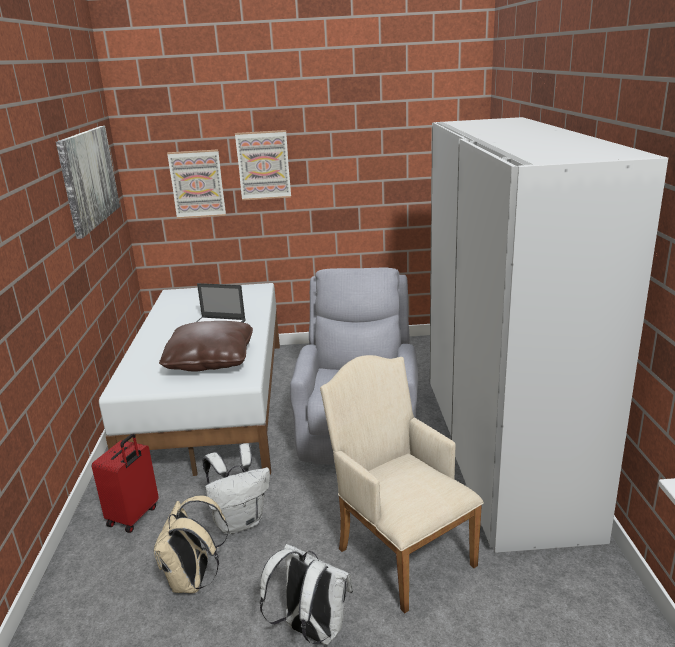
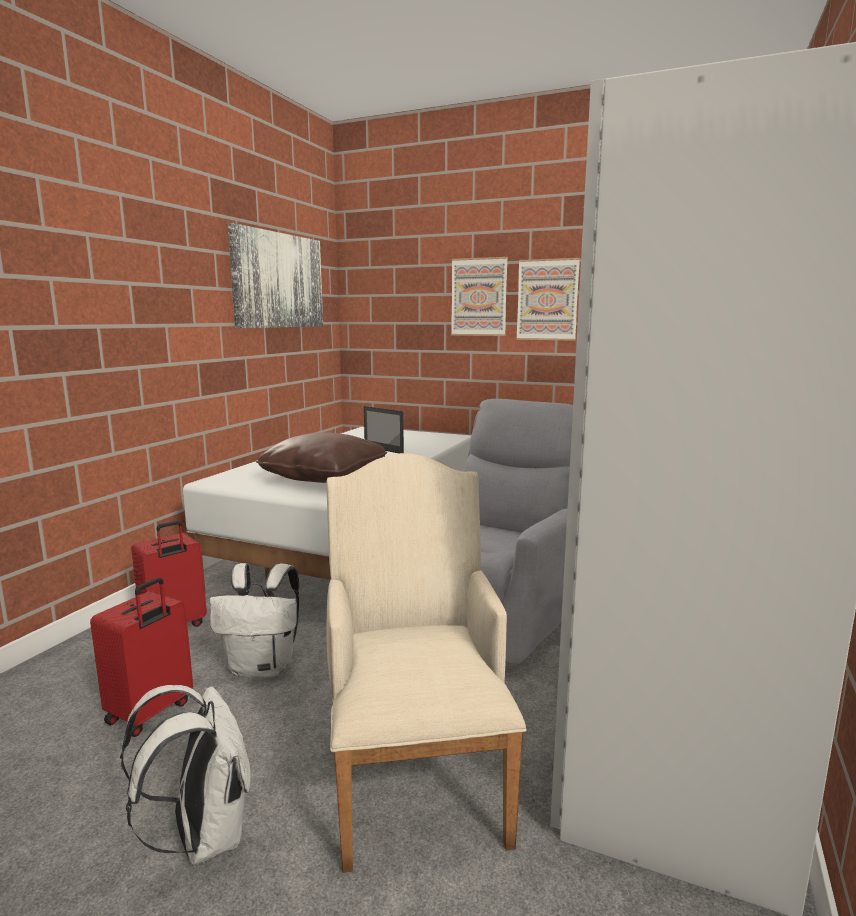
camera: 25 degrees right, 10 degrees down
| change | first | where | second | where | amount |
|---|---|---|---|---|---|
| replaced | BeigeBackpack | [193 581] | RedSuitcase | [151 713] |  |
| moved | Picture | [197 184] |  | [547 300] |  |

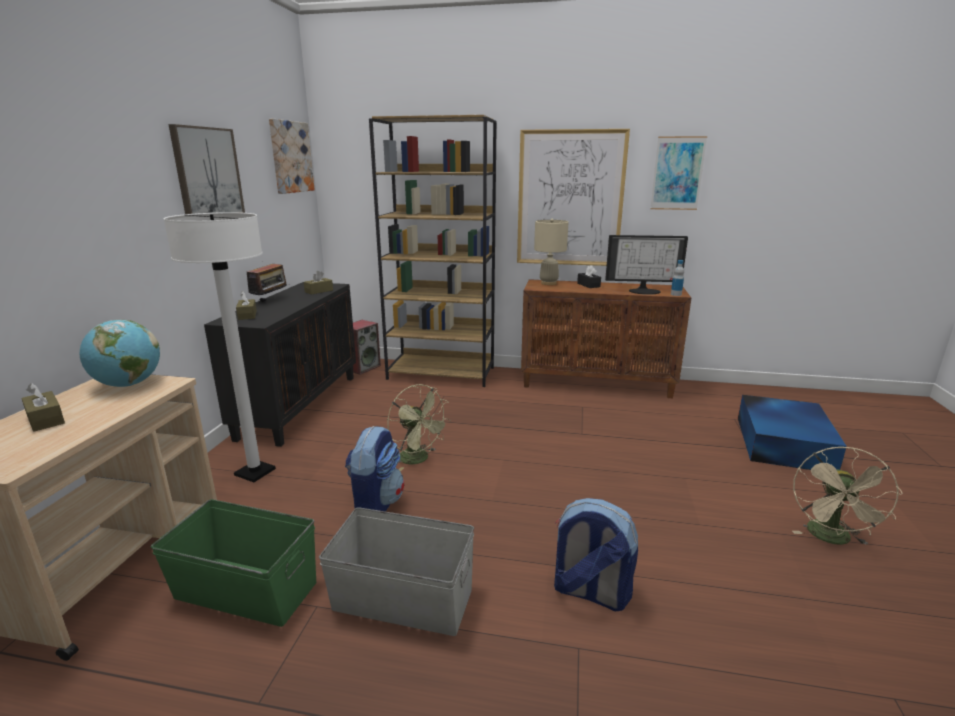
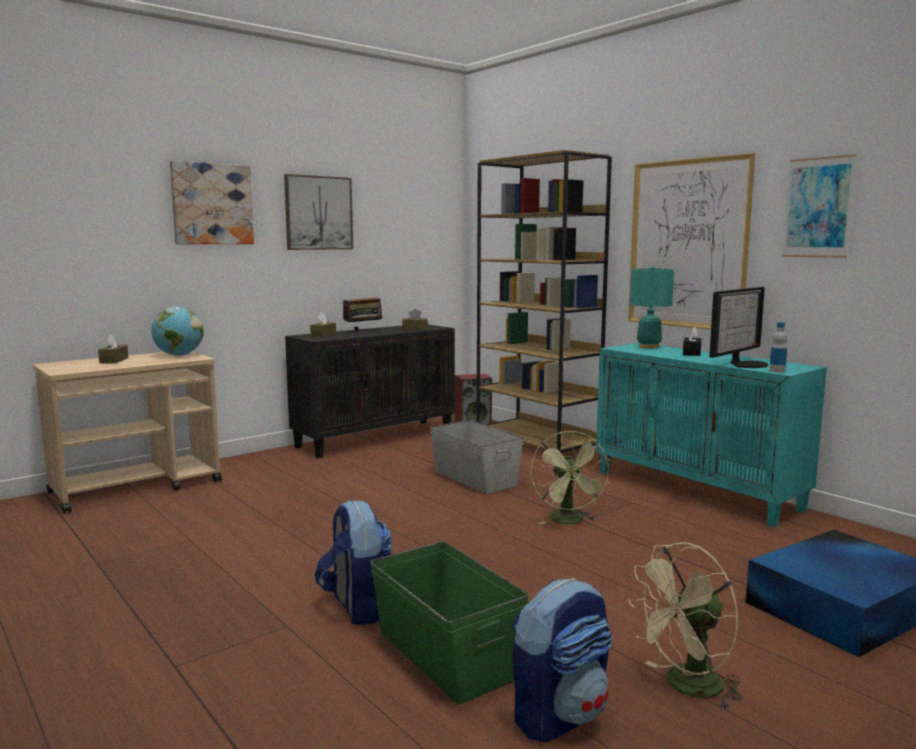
camera: 40 degrees right, 10 degrees down
| change | first | where | second | where | amount |
|---|---|---|---|---|---|
| moved | GreenStorageBox | [246 589] |  | [446 653] |  |
| removed | WhiteFloorLamp | [255 472] |  |  |  |
| moved | Picture | [290 157] |  | [212 204] |  |
| moved | GreyStorageBox | [402 598] |  | [475 478] |  |
| moved | Backpack | [376 504] |  | [560 715] |  |
| moved | GreenFan | [419 459] |  | [569 522] |  |
| recoloured | BrownCabinet | [597 383] | TurquoiseCabinet | [697 490] |  |
| recoloured | BeigeTableLamp | [548 283] | TurquoiseTableLamp | [648 347] |  |
| turned | Monitor | [644 291] |  | [745 364] | 90 degrees counterclockwise |

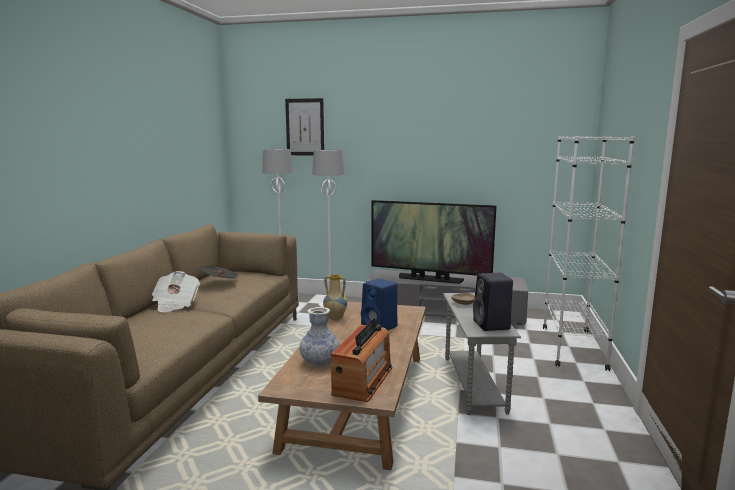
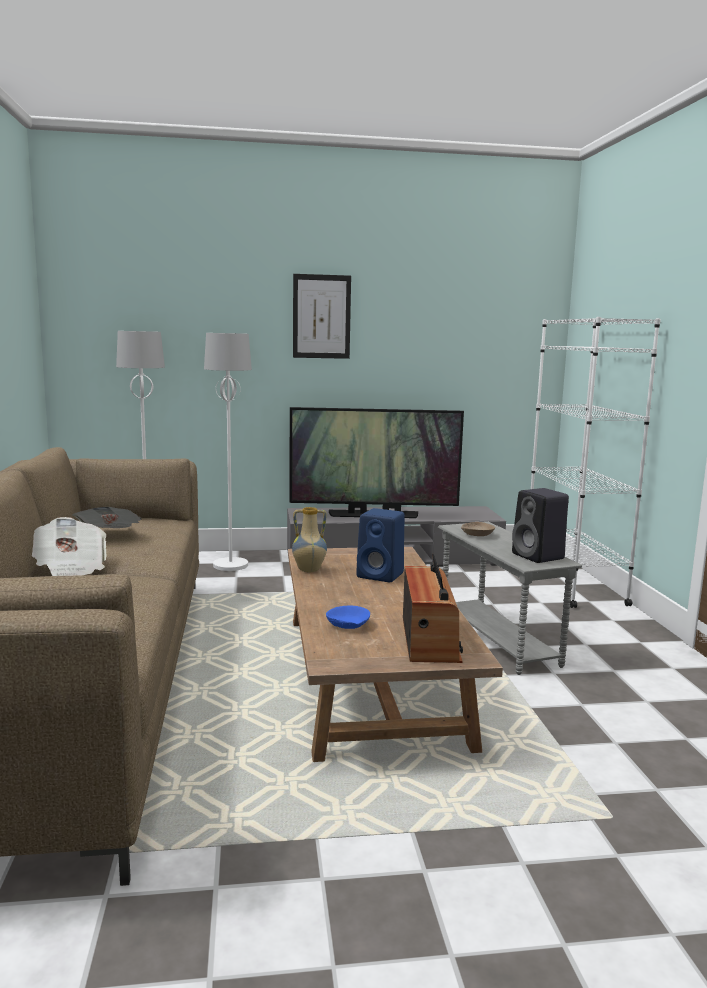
camera: 20 degrees left, 0 degrees up
| change | first | where | second | where | amount |
|---|---|---|---|---|---|
| moved | Picture | [305 127] |  | [321 316] |  |
| replaced | Vase | [319 362] | BlueBowl | [348 625] |  |

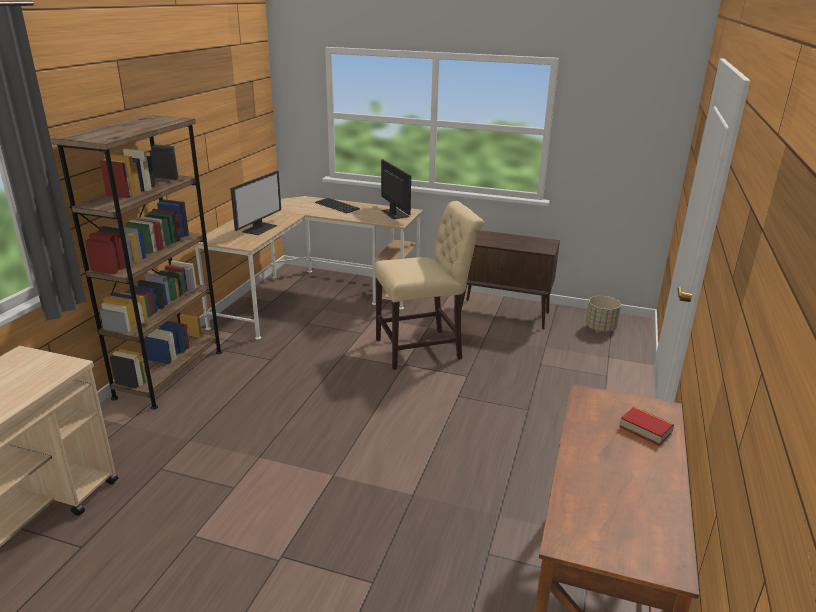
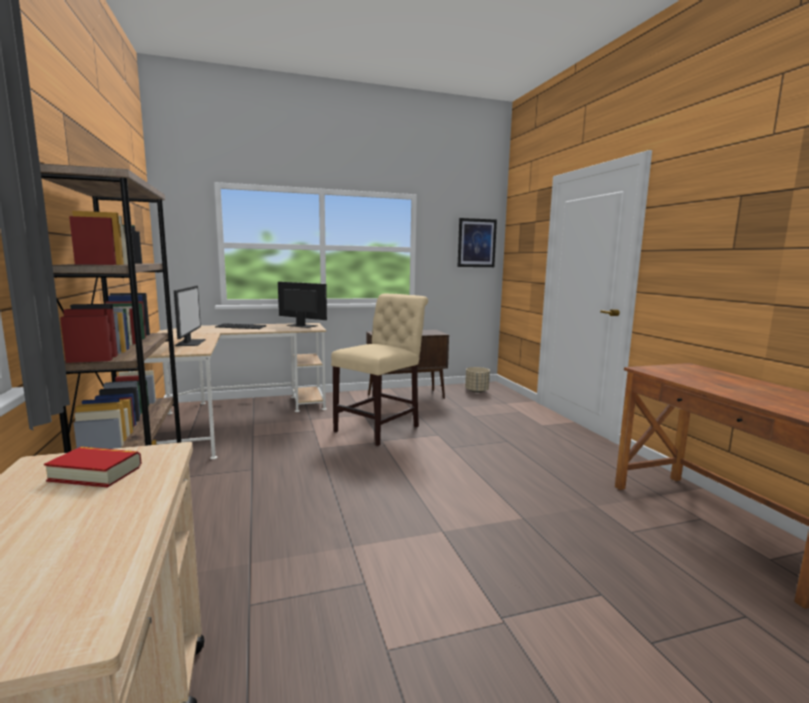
camera: 35 degrees left, 15 degrees down
| change | first | where | second | where | amount |
|---|---|---|---|---|---|
| moved | Book | [645 429] |  | [95 473] |  |
| added |  |  | Picture | [476 243] |  |

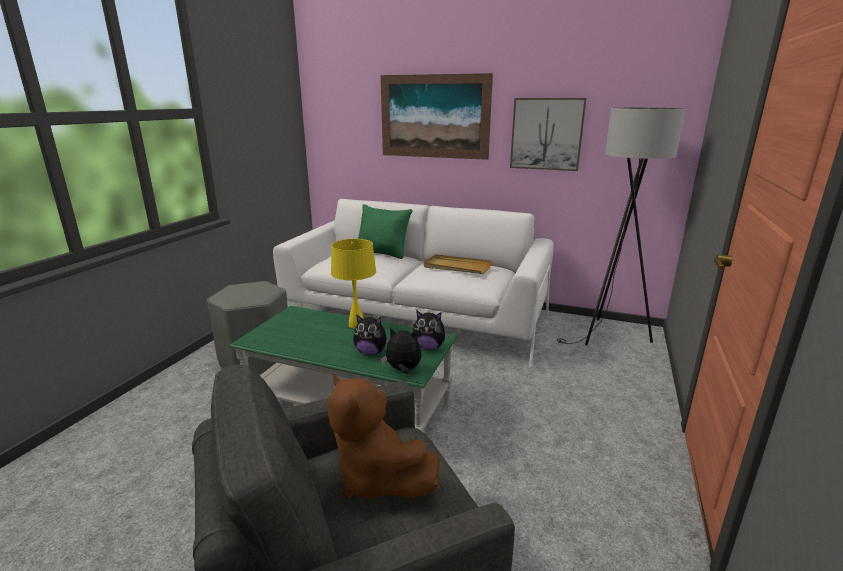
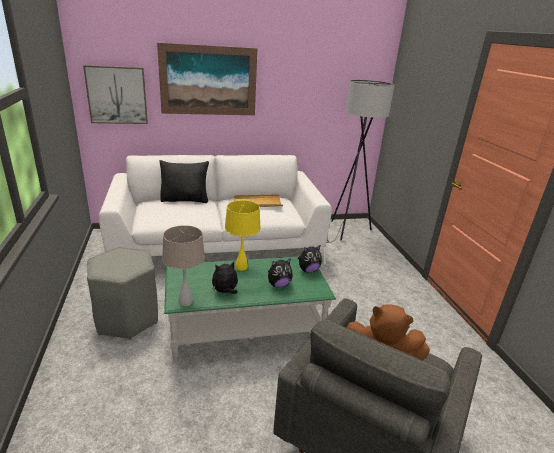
camera: 35 degrees left, 5 degrees up
| change | first | where | second | where | amount |
|---|---|---|---|---|---|
| recoloured | GreenPillow | [383 253] | BlackPillow | [185 200] |  |
| moved | PlushToy | [403 370] |  | [225 292] |  |
| moved | Picture | [546 134] |  | [117 95] |  |
| added |  |  | BeigeTableLamp | [185 301] |  |

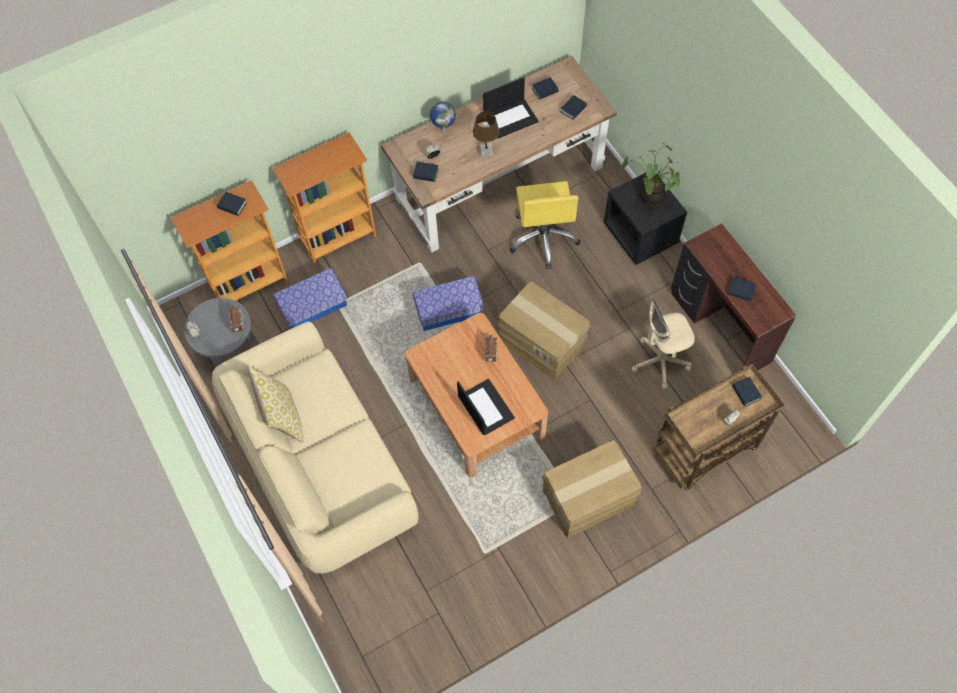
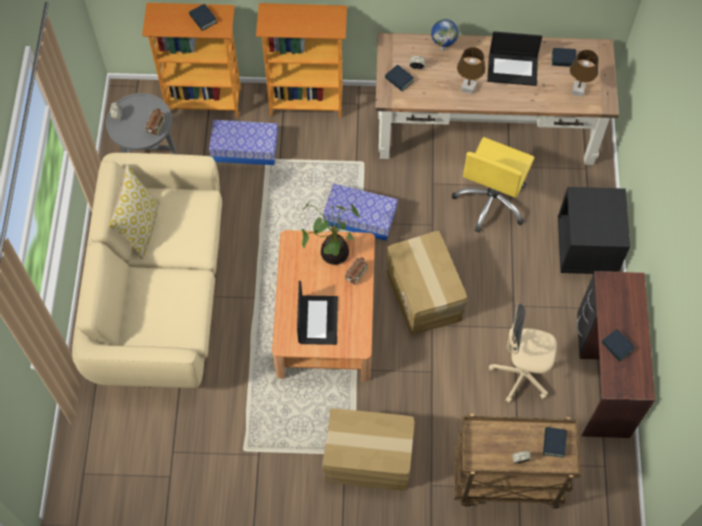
camera: 30 degrees right, 0 degrees up
| change | first | where | second | where | amount |
|---|---|---|---|---|---|
| replaced | Book | [573 109] | BrownTableLamp | [578 91] |  |
| moved | PottedPlant | [649 197] |  | [332 252] |  |

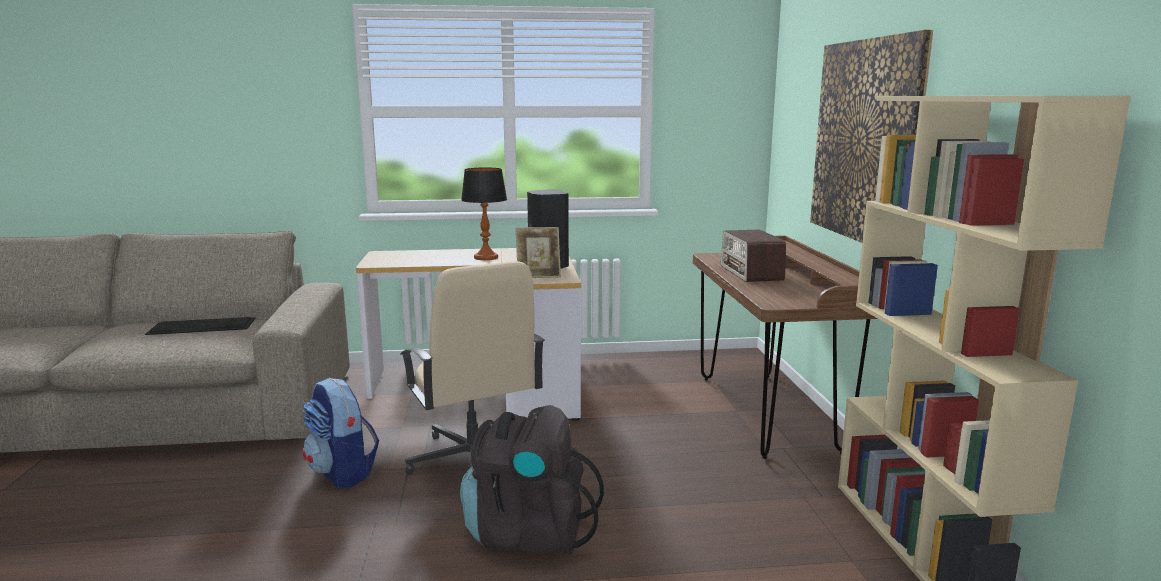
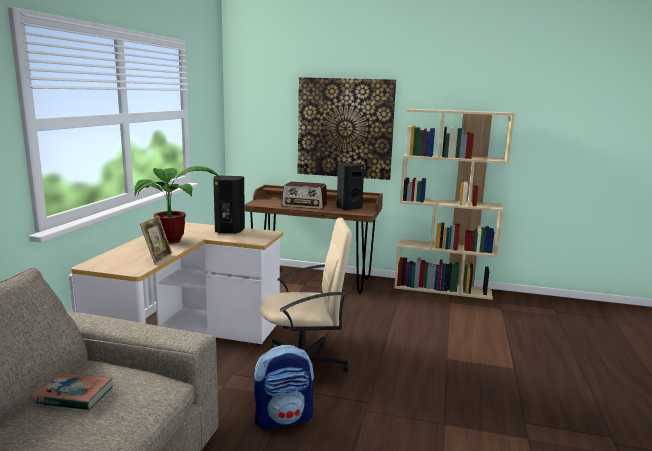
camera: 70 degrees left, 0 degrees up
| change | first | where | second | where | amount |
|---|---|---|---|---|---|
| replaced | Keyboard | [203 326] | Book | [74 395] |  |
| removed | BlackBackpack | [528 534] |  |  |  |
| replaced | TableLamp | [486 257] | PottedPlant | [175 240] |  |
| moved | PictureFrame | [538 276] |  | [157 258] |  |
| added |  |  | BlackSpeaker | [348 208] |  |

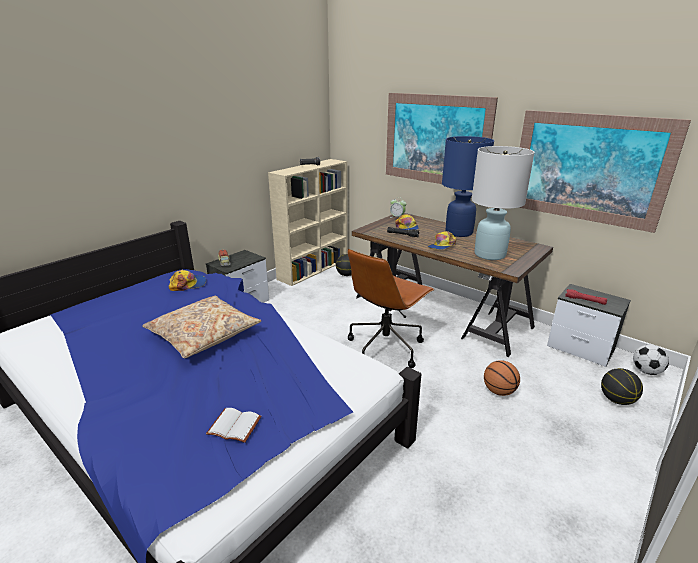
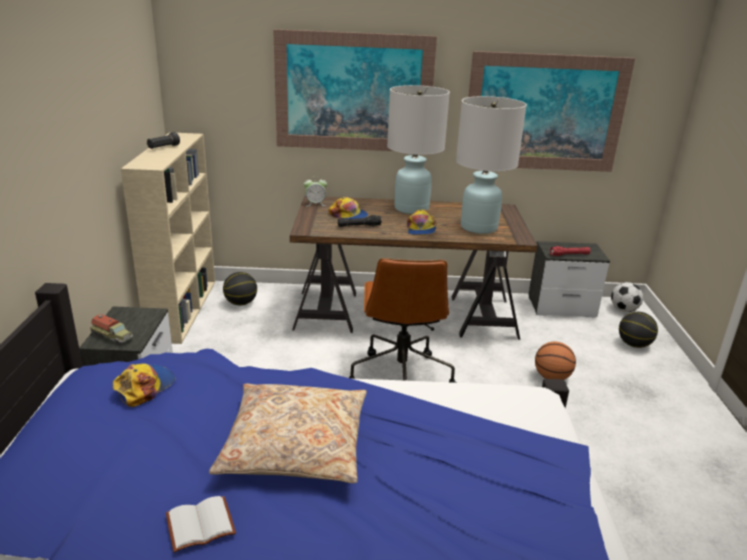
camera: 40 degrees left, 0 degrees up
| change | first | where | second | where | amount |
|---|---|---|---|---|---|
| moved | WhiteBook | [235 425] |  | [201 523] |  |
| recoloured | BlueTableLamp | [459 232] | WhiteTableLamp | [411 208] |  |

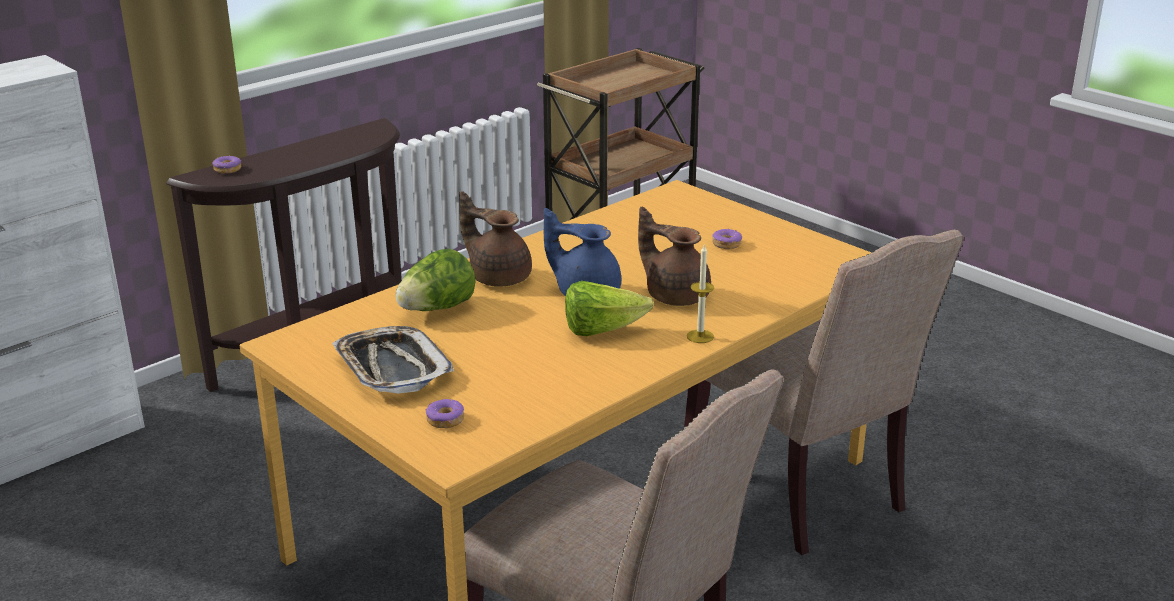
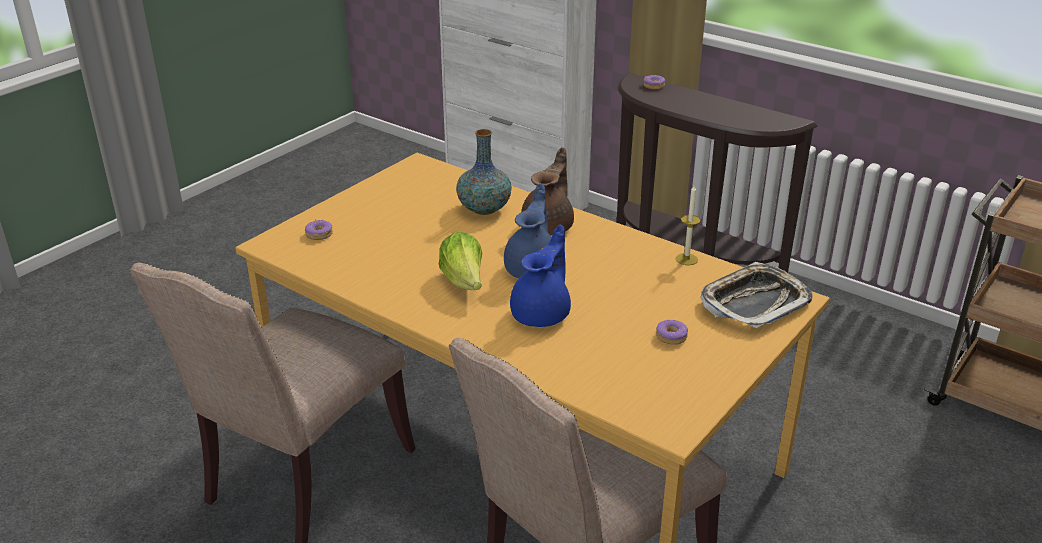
camera: 80 degrees right, 5 degrees up
| change | first | where | second | where | amount |
|---|---|---|---|---|---|
| moved | Tray | [392 368] |  | [754 302] |  |
| replaced | Lettuce | [437 309] | Vase | [484 209] |  |
| recoloured | BrownTeapot | [675 295] | BlueTeapot | [542 314] |  |
| moved | Candle | [700 336] |  | [686 259] |  |

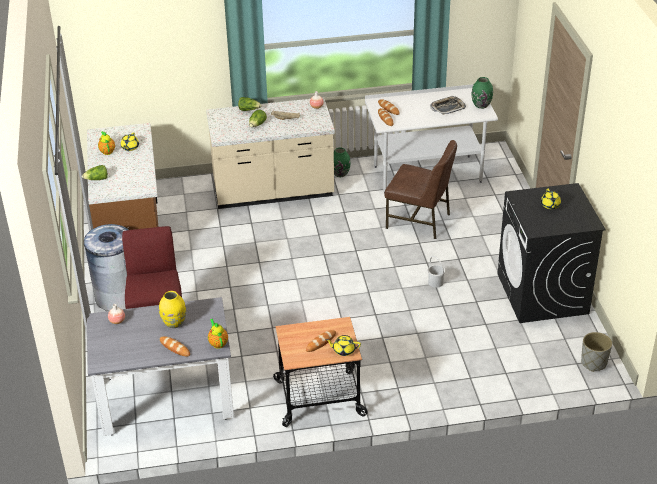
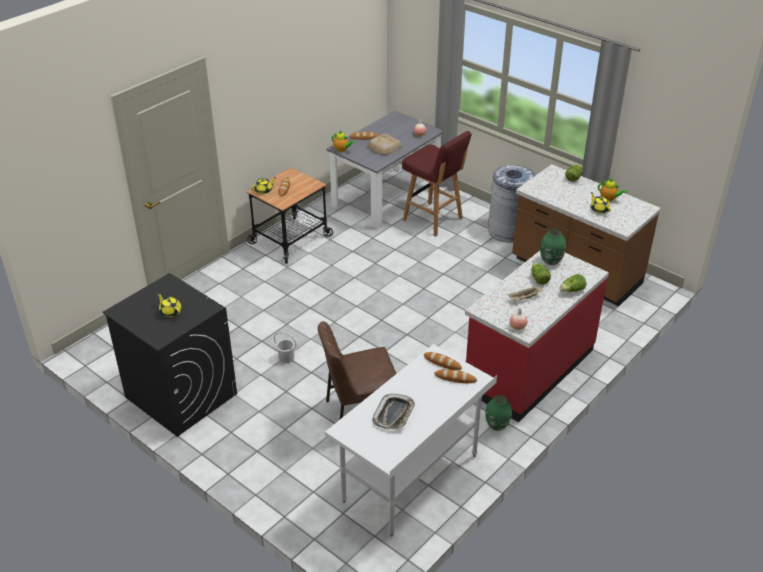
camera: 140 degrees right, 0 degrees up
| change | first | where | second | where | amount |
|---|---|---|---|---|---|
| replaced | YellowVase | [174 323] | Bread | [383 147] |  |
| recoloured | BeigeCounter | [273 192] | RedCounter | [528 369] |  |
| moved | GreenVase | [481 105] |  | [551 261] |  |
| removed | GreyPlanter | [593 363] |  |  |  |

